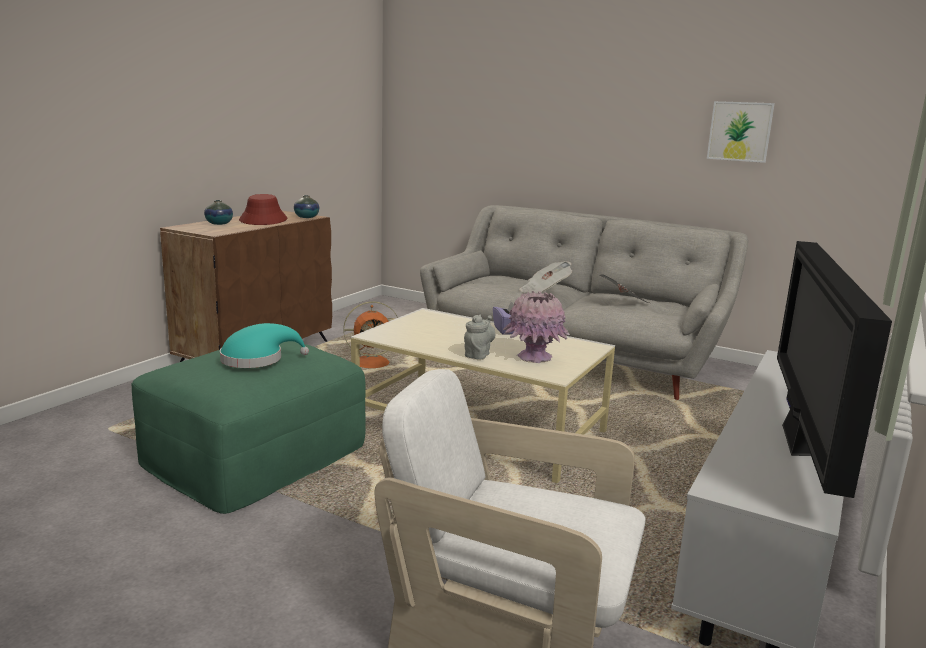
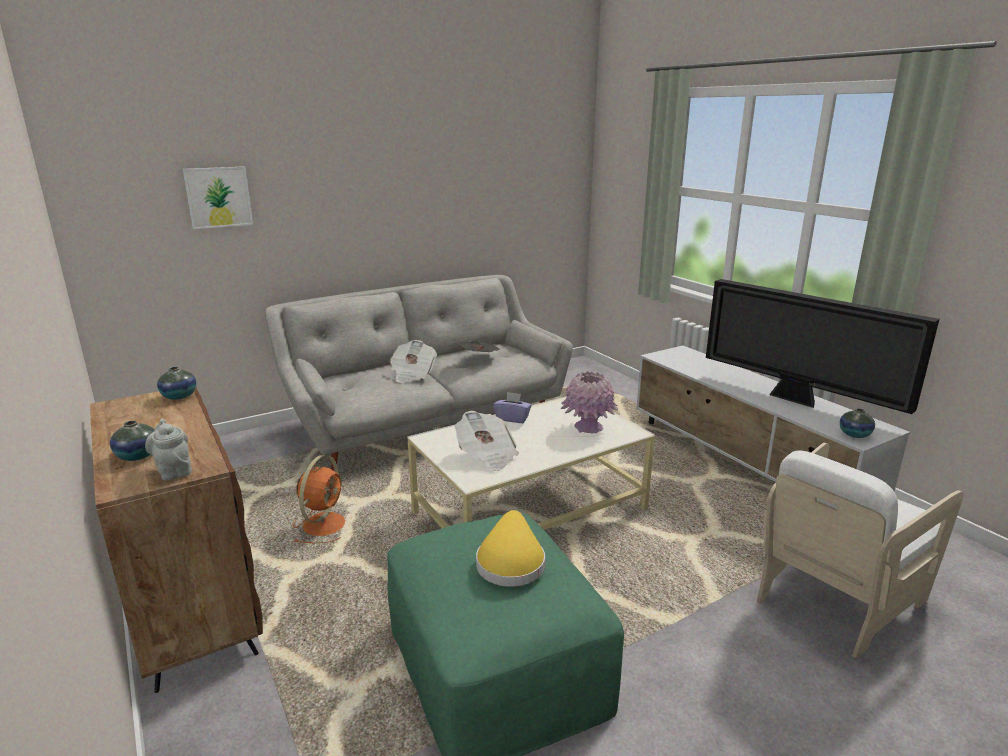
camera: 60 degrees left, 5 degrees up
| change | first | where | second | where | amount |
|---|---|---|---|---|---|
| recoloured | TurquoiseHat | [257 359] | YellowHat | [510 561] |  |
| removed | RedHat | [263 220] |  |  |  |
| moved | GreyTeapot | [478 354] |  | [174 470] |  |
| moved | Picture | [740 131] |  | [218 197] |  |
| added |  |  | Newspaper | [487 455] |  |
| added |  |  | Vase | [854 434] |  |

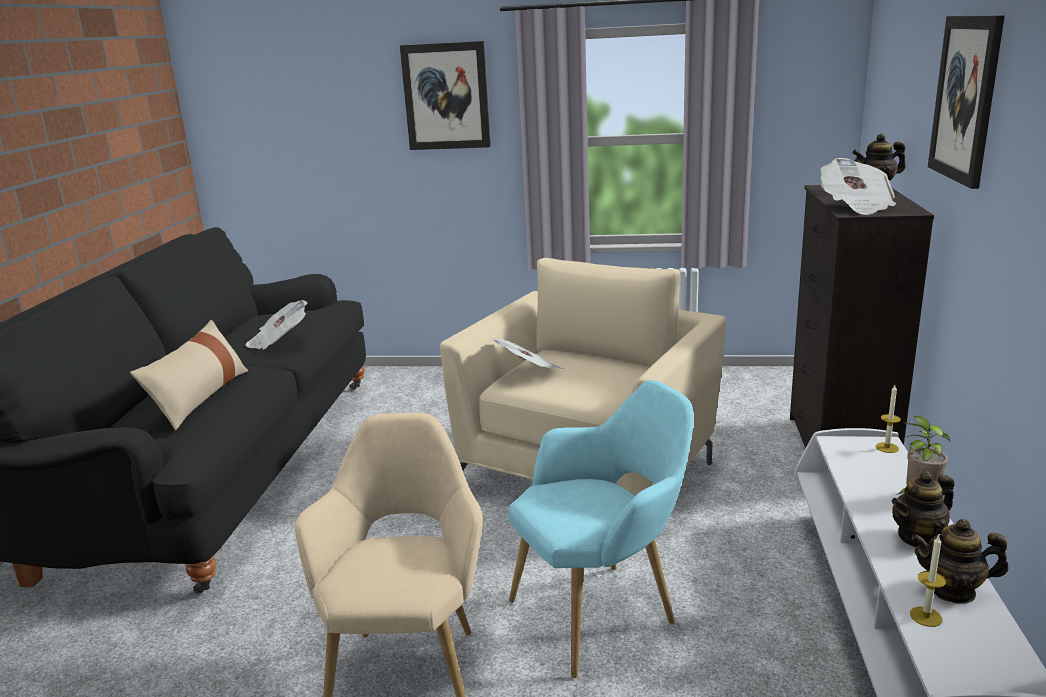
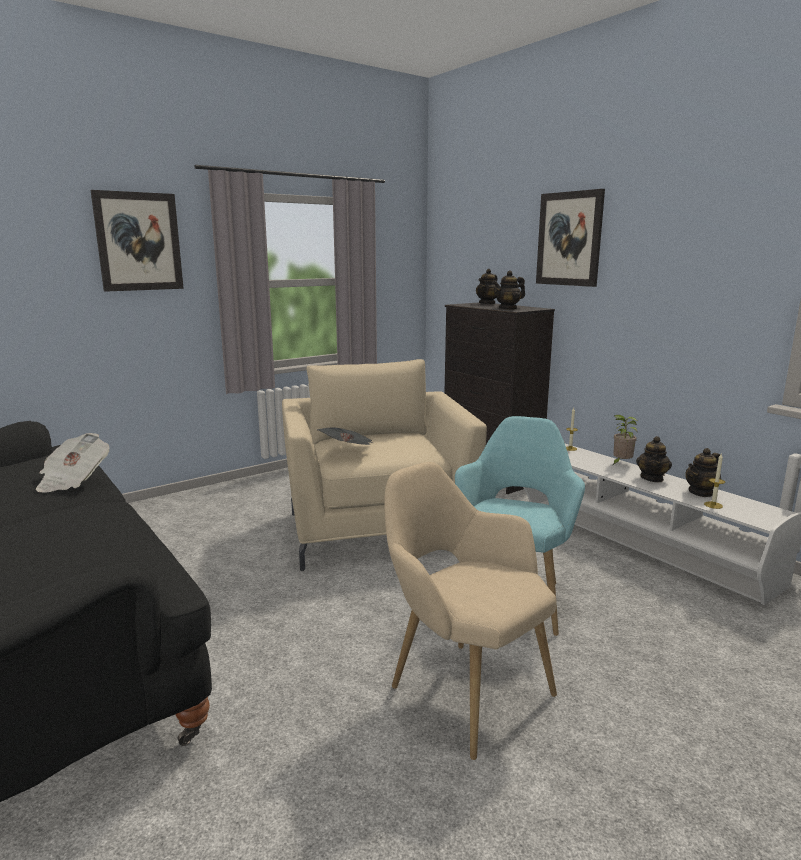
camera: 45 degrees left, 5 degrees down
| change | first | where | second | where | amount |
|---|---|---|---|---|---|
| removed | BeigePillow | [200 397] |  |  |  |
| replaced | Newspaper | [855 206] | Teapot | [508 308] |  |

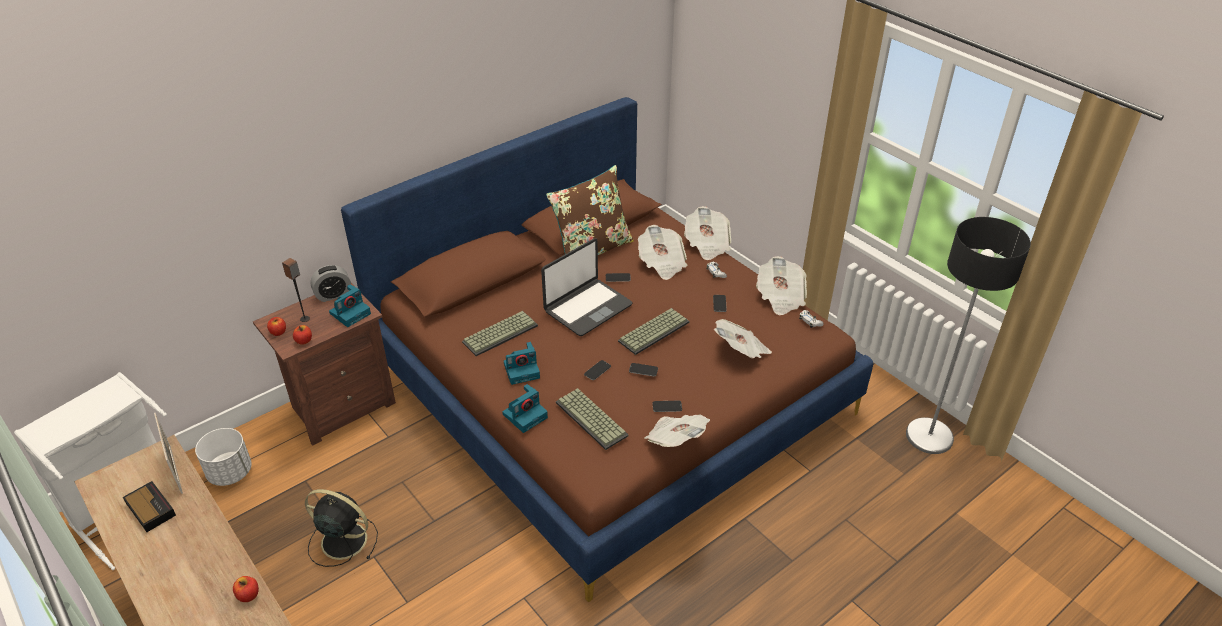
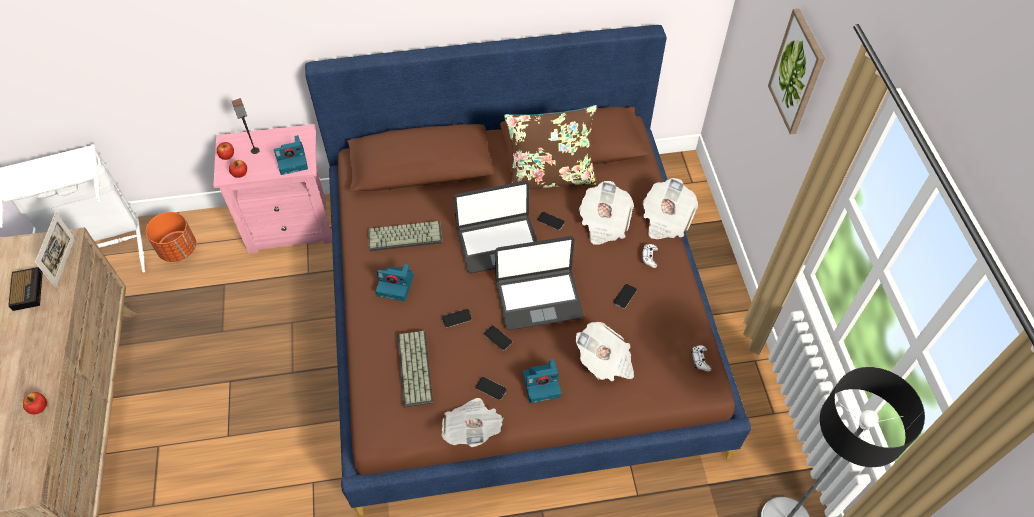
camera: 30 degrees right, 15 degrees up
| change | first | where | second | where | amount |
|---|---|---|---|---|---|
| recoloured | WhitePlanter | [230 472] | OrangePlanter | [178 249] |  |
| recoloured | BrownNightstand | [341 406] | PinkNightstand | [292 225] |  |
| removed | BlackFan | [342 540] |  |  |  |
| removed | AlarmClock | [333 295] |  |  |  |
| moved | PhotoCamera | [525 415] |  | [542 384] |  |
| replaced | Keyboard | [653 331] | Laptop | [538 298] |  |
| removed | Newspaper | [780 297] |  |  |  |
| added |  |  | Picture | [797 72] |  |

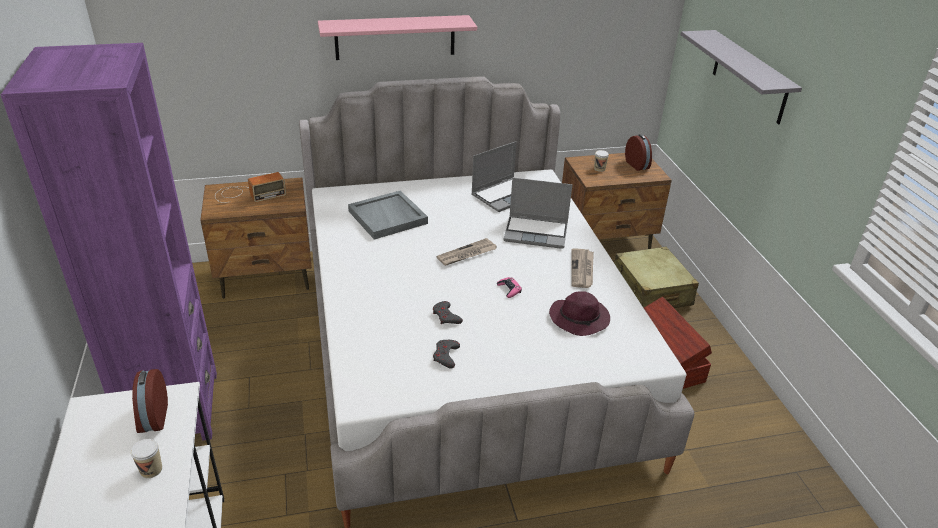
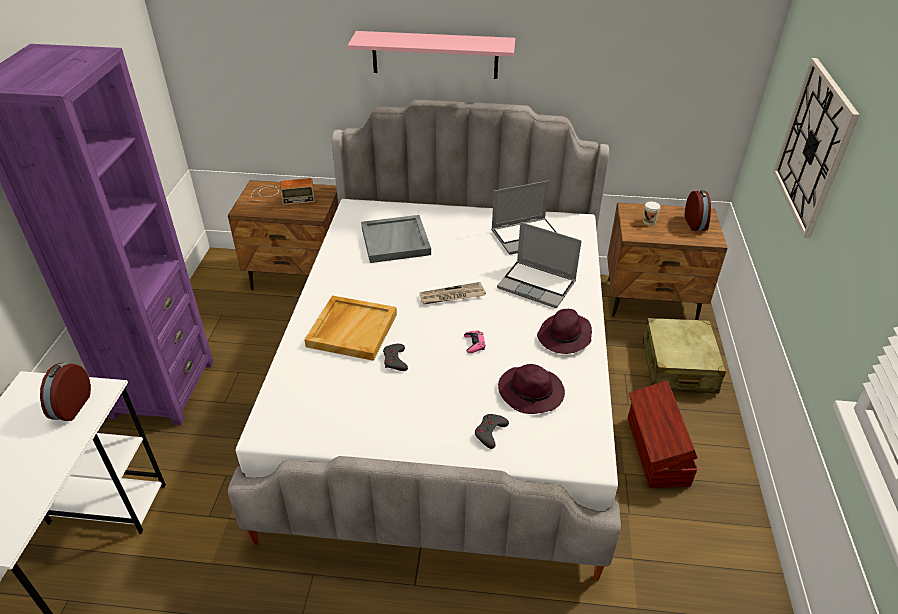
camera: 20 degrees right, 5 degrees up
| change | first | where | second | where | amount |
|---|---|---|---|---|---|
| removed | Cup | [151 470] |  |  |  |
| moved | GreyGameController | [446 356] |  | [490 432] |  |
| replaced | Newspaper | [582 270] | PurpleHat | [564 337] |  |
| replaced | GreyShelf | [749 77] | WallClock | [813 147] |  |
| added |  |  | BeigeTray | [352 329] |  |

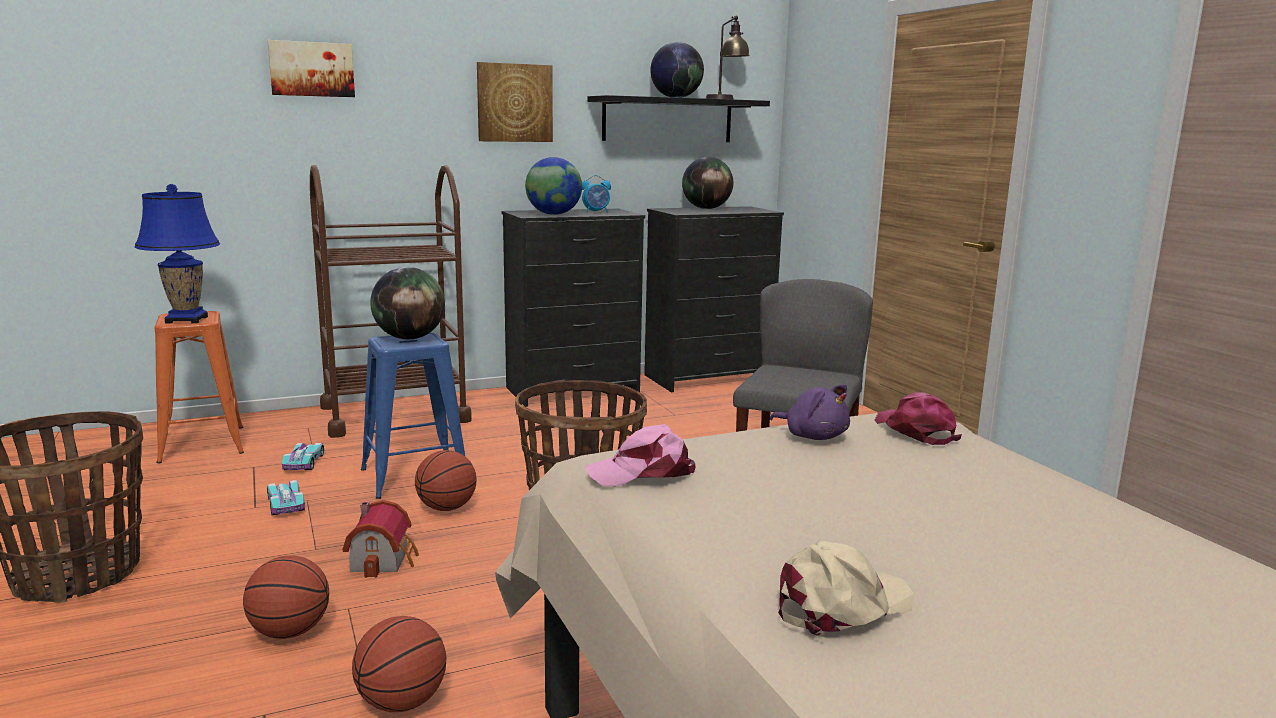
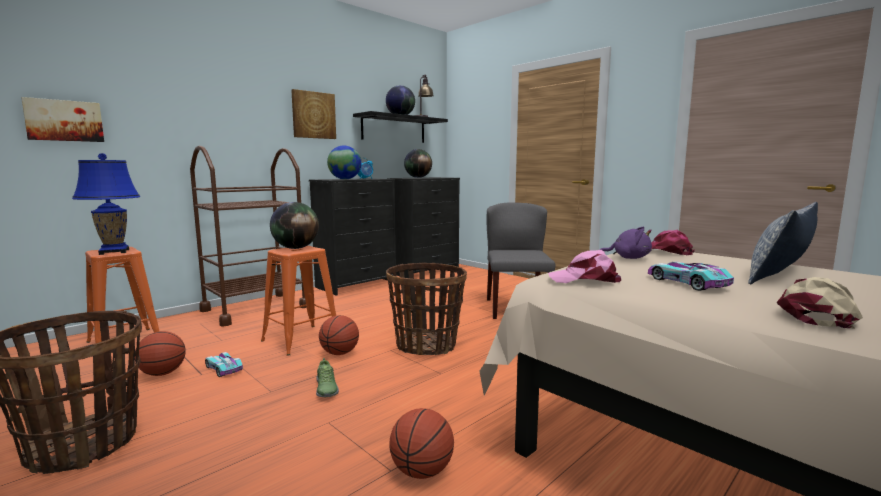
camera: 20 degrees left, 5 degrees down
| change | first | where | second | where | amount |
|---|---|---|---|---|---|
| moved | Basketball | [290 632] |  | [162 373] |  |
| moved | Picture | [311 69] |  | [64 120] |  |
| moved | ToyCar | [304 462] |  | [687 283] |  |
| replaced | ToyHouse | [384 559] | Shoe | [326 389] |  |
| recoloured | BlueStool | [413 476] | OrangeStool | [301 340] |  |
| turned | PinkCap | [643 472] |  | [585 280] | 45 degrees clockwise |
| added |  |  | Pillow | [780 272] |  |

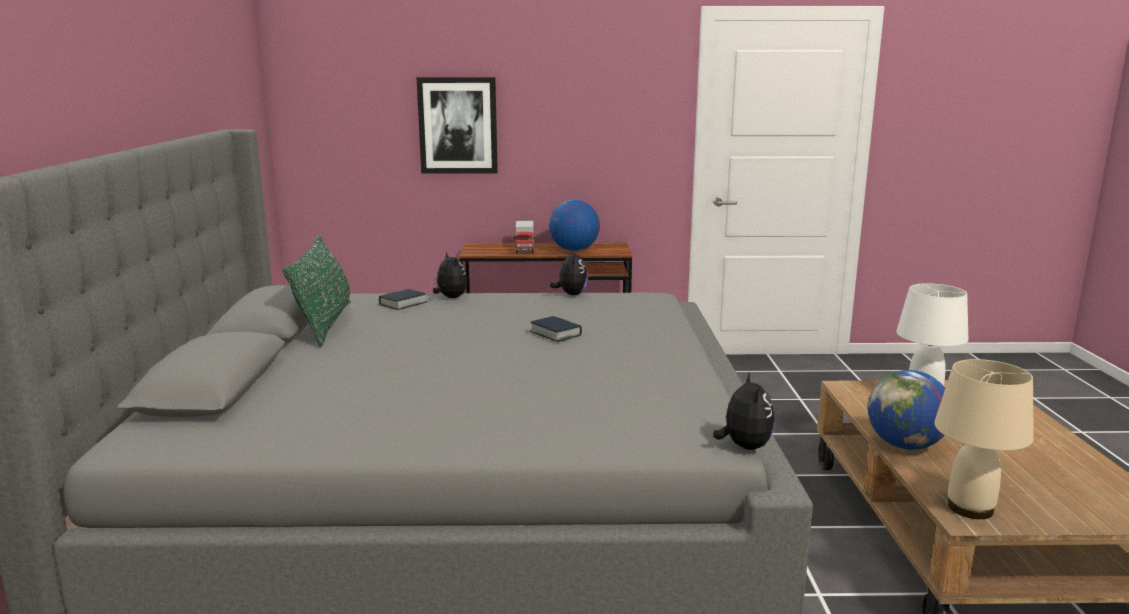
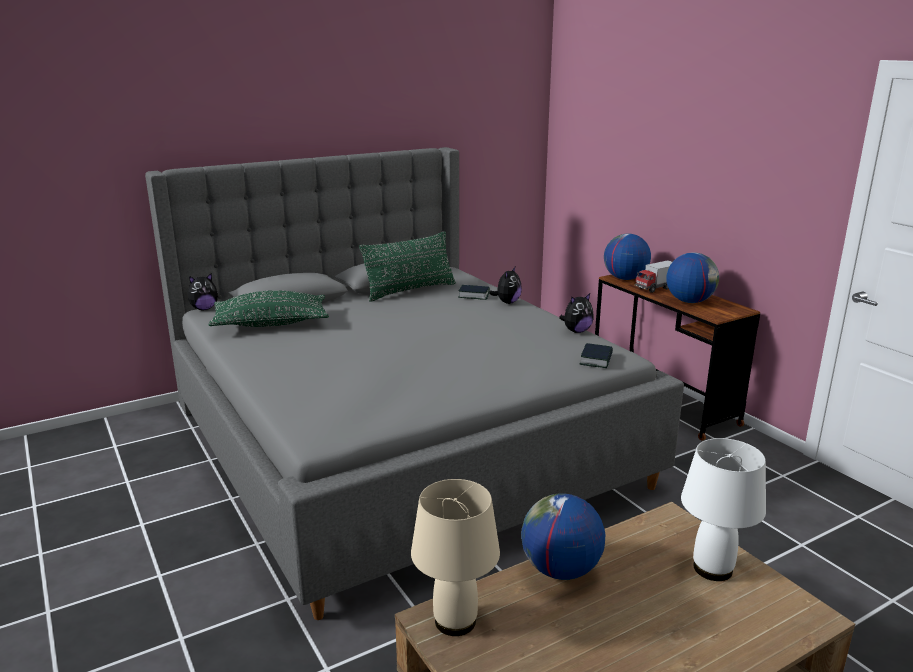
camera: 60 degrees right, 5 degrees up
| change | first | where | second | where | amount |
|---|---|---|---|---|---|
| removed | Picture | [458 125] |  |  |  |
| moved | Book | [555 334] |  | [596 360] |  |
| moved | PlushToy | [744 446] |  | [204 309] |  |
| added |  |  | GreenPillow | [271 323] |  |
| added |  |  | Globe | [625 278] |  |

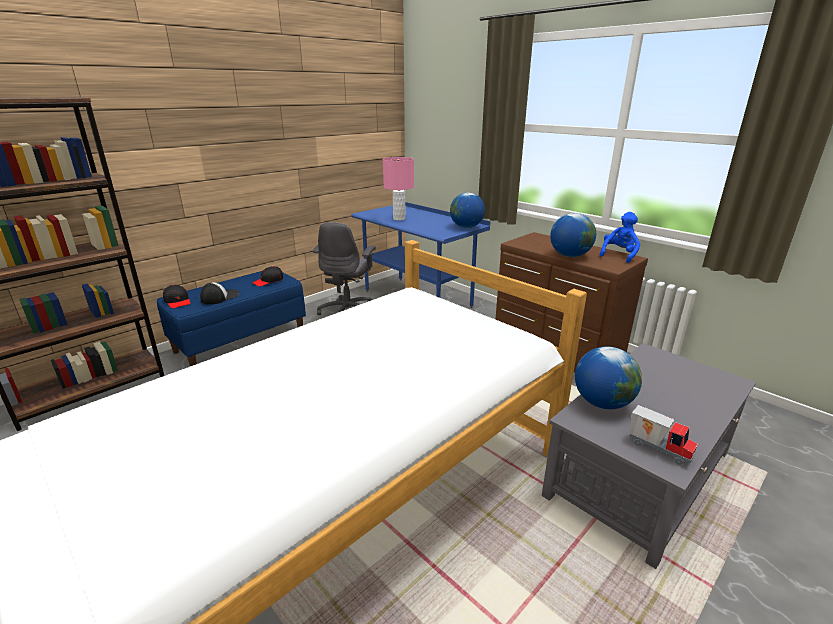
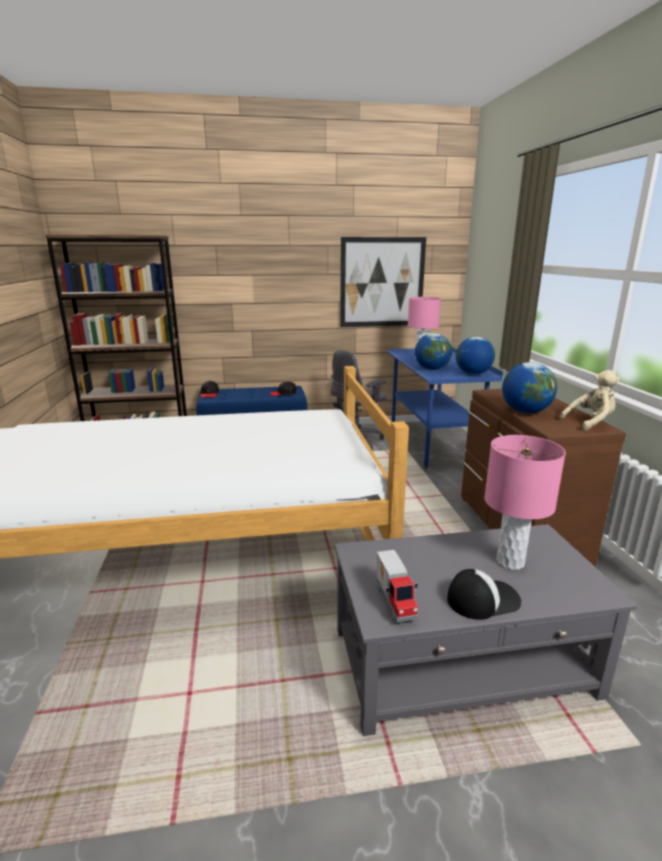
camera: 35 degrees right, 5 degrees down
| change | first | where | second | where | amount |
|---|---|---|---|---|---|
| moved | Cap | [220 297] |  | [482 599] |  |
| moved | Globe | [602 403] |  | [432 369] |  |
| recoloured | BluePlushToy | [619 255] | BeigePlushToy | [590 422] |  |
| added |  |  | Picture | [382 282] |  |
| added |  |  | PinkTableLamp | [510 562] |  |

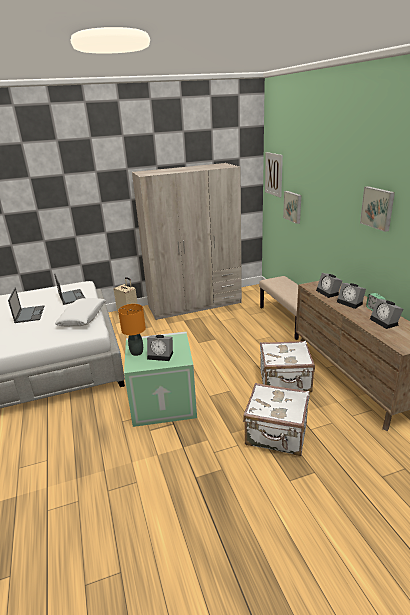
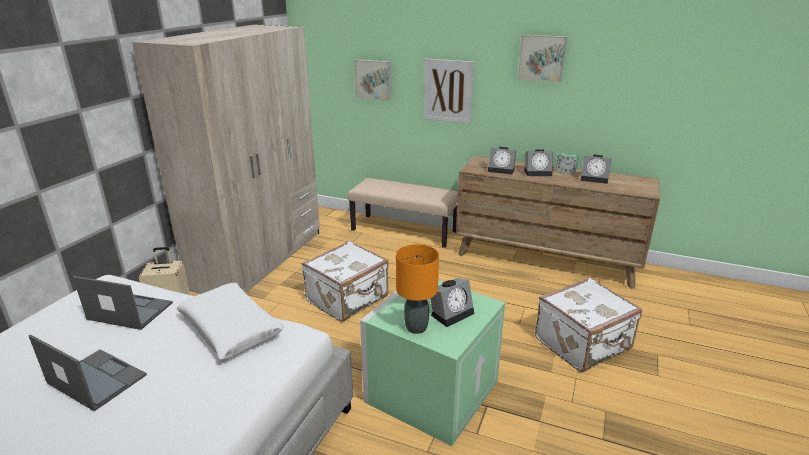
camera: 50 degrees left, 0 degrees up
| change | first | where | second | where | amount |
|---|---|---|---|---|---|
| moved | WhiteSuitcase | [285 381] |  | [348 299] |  |
| moved | Picture | [274 174] |  | [448 91] |  |

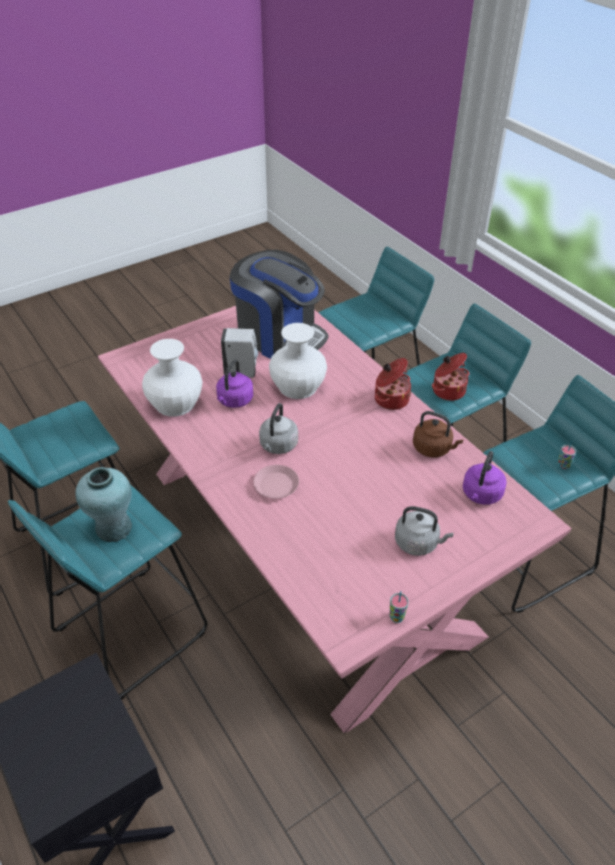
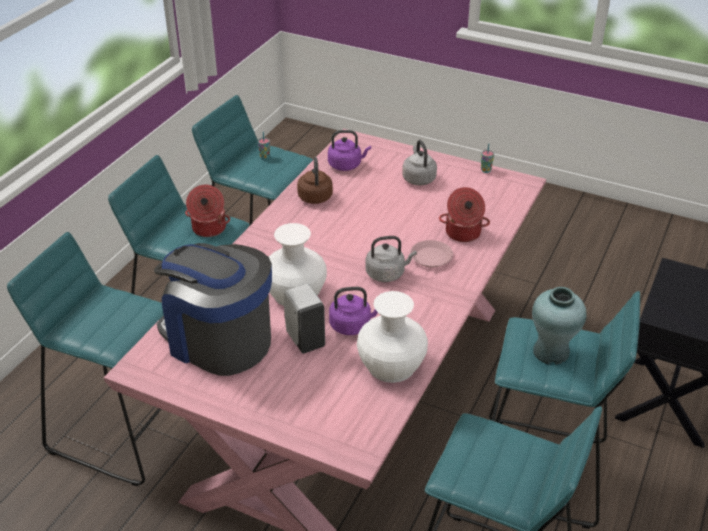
camera: 120 degrees left, 5 degrees down
| change | first | where | second | where | amount |
|---|---|---|---|---|---|
| turned | CoffeeMachine | [279 336] |  | [218 340] | 60 degrees counterclockwise |
| moved | CookingPot | [390 399] |  | [463 233] |  |

